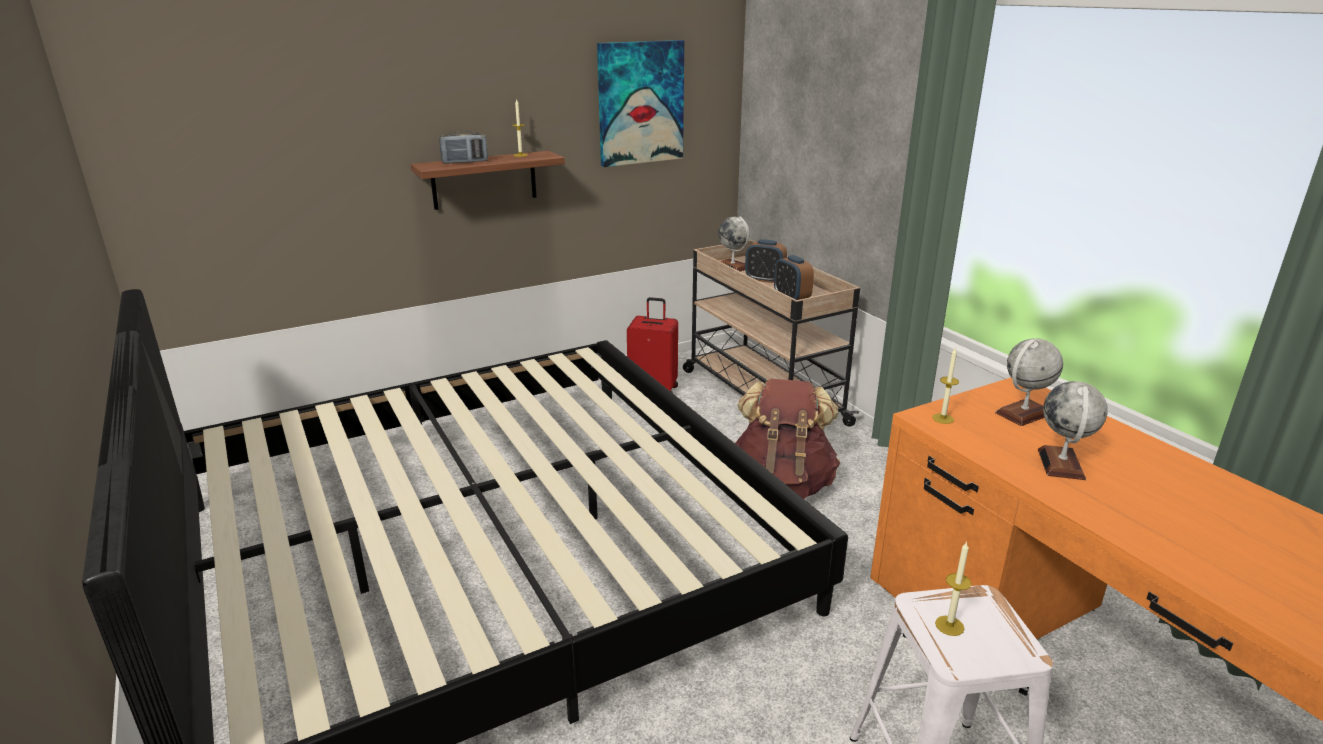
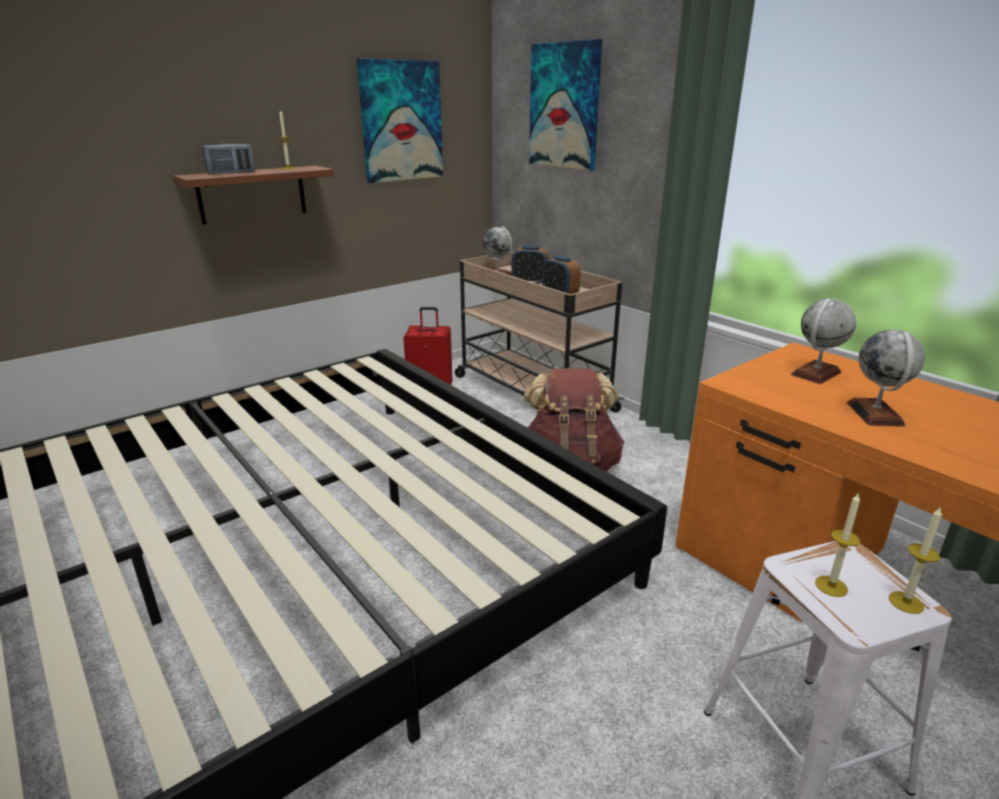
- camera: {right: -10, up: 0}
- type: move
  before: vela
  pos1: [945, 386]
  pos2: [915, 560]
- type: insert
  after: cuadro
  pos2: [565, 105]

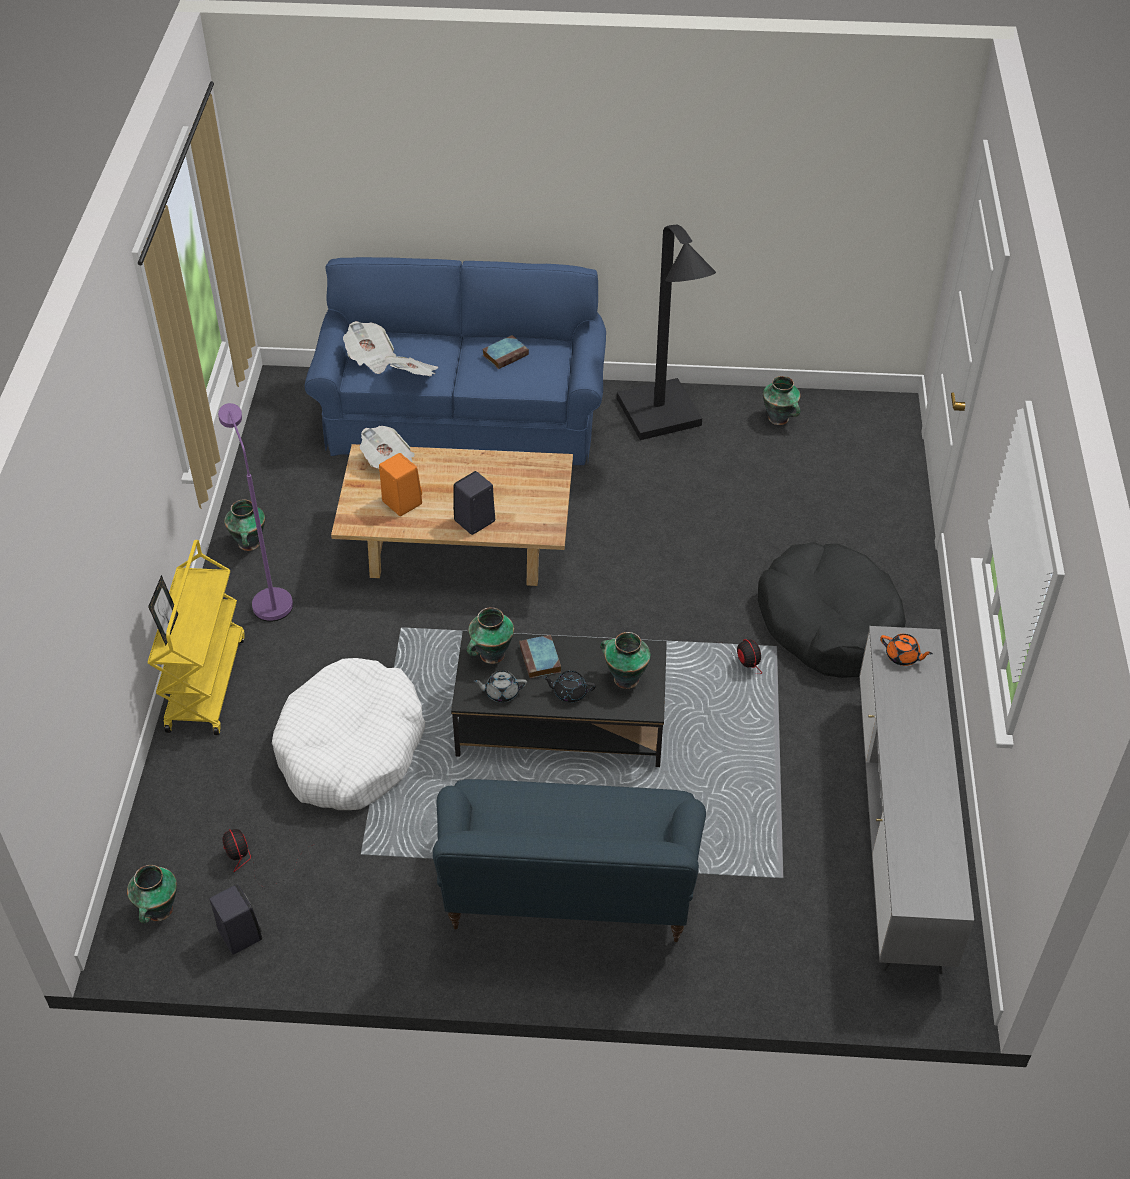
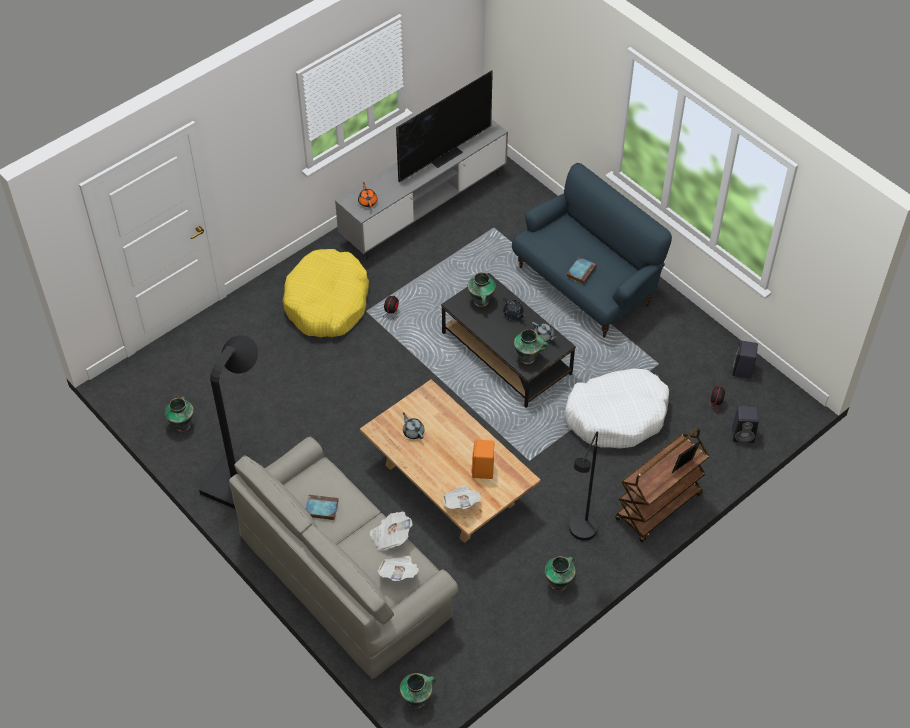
- camera: {right: -135, up: 5}
- type: recolor
  before: sofá/azul
  after: sofá/gris
  pos1: [455, 361]
  pos2: [344, 558]
- type: recolor
  before: lámpara de pie/morado
  after: lámpara de pie/negro
  pos1: [255, 512]
  pos2: [583, 486]
- type: move
  before: altavoz/negro
  pos1: [474, 503]
  pos2: [745, 424]
- type: recolor
  before: carrito/amarillo
  after: carrito/marrón
  pos1: [196, 637]
  pos2: [662, 485]
- type: recolor
  before: cama para perro/negro
  after: cama para perro/amarillo
  pos1: [832, 610]
  pos2: [326, 293]
- type: move
  before: libro
  pos1: [540, 656]
  pos2: [581, 271]
- type: move
  before: florero
  pos1: [152, 894]
  pos2: [418, 690]
- type: insert
  after: televisor
  pos2: [444, 126]
- type: insert
  after: tetera/gris
  pos2: [413, 425]

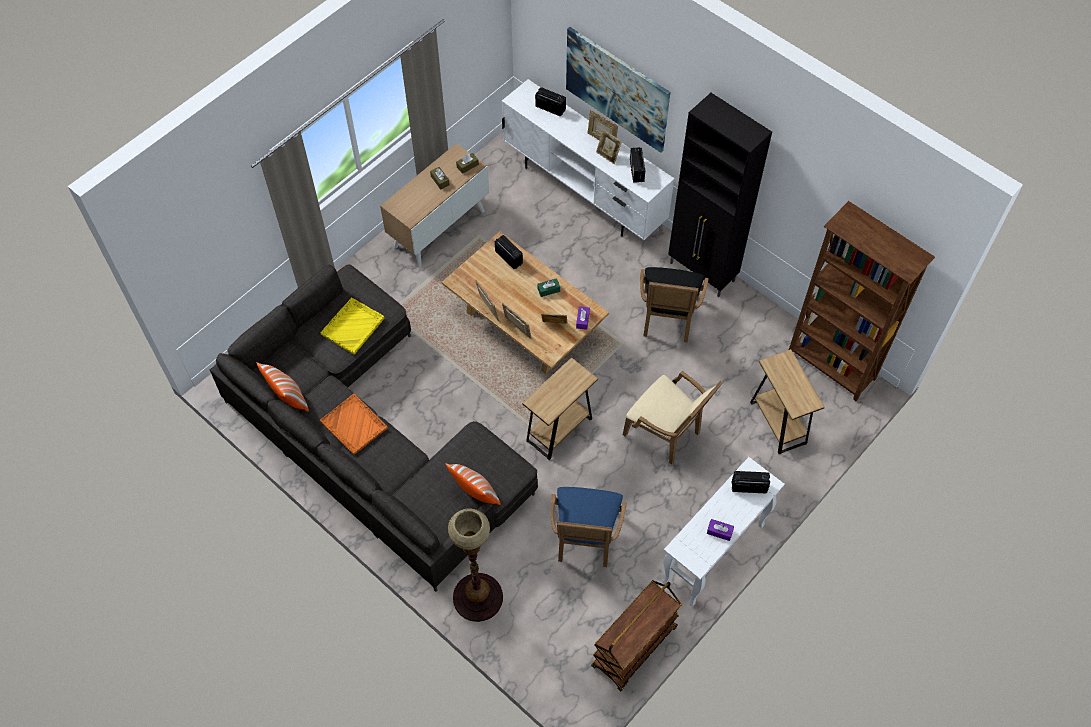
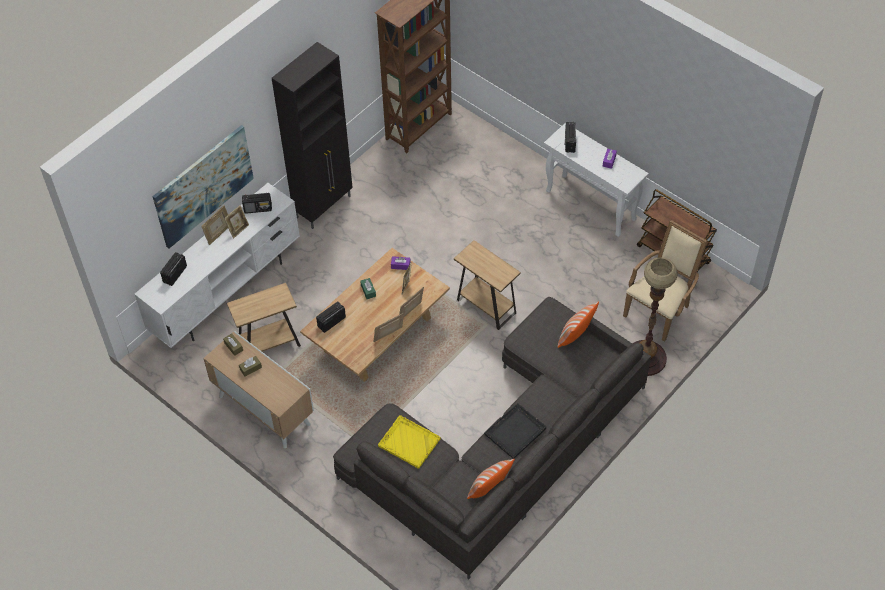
- camera: {right: -90, up: -5}
- type: delete
  before: sillón/negro
  pos1: [674, 304]
- type: move
  before: mesa auxiliar/marrón
  pos1: [787, 401]
  pos2: [264, 317]
- type: move
  before: sillón/beis
  pos1: [673, 418]
  pos2: [665, 281]
- type: recolor
  before: bandeja/naranja
  after: bandeja/negro
  pos1: [354, 424]
  pos2: [515, 431]
- type: delete
  before: sillón/azul
  pos1: [588, 527]

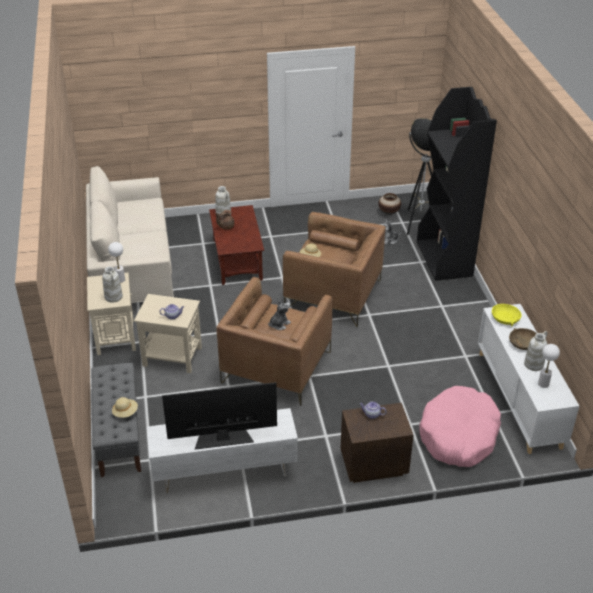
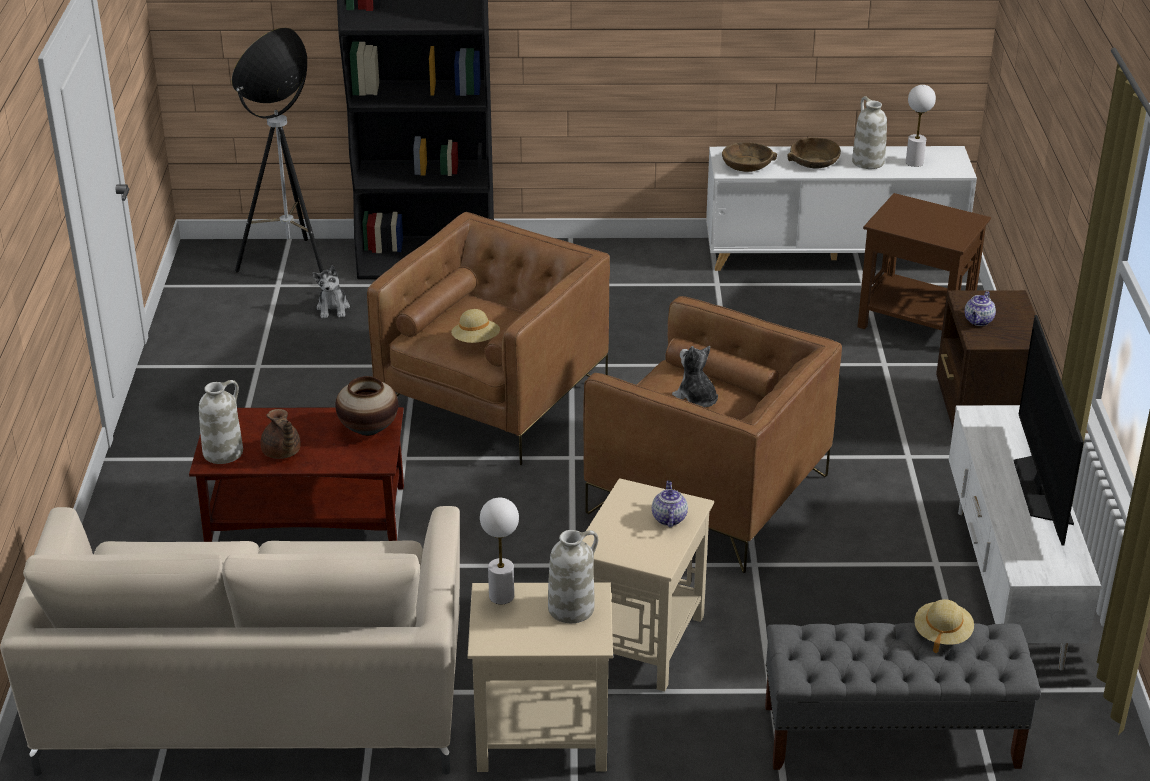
- camera: {right: -80, up: -5}
- type: move
  before: florero
  pos1: [389, 204]
  pos2: [366, 406]
- type: recolor
  before: cuenco/amarillo
  after: cuenco/marrón
  pos1: [506, 315]
  pos2: [749, 157]
- type: replace
  before: cama para perro/rosa
  after: mesa auxiliar/marrón
  pos1: [460, 426]
  pos2: [924, 261]

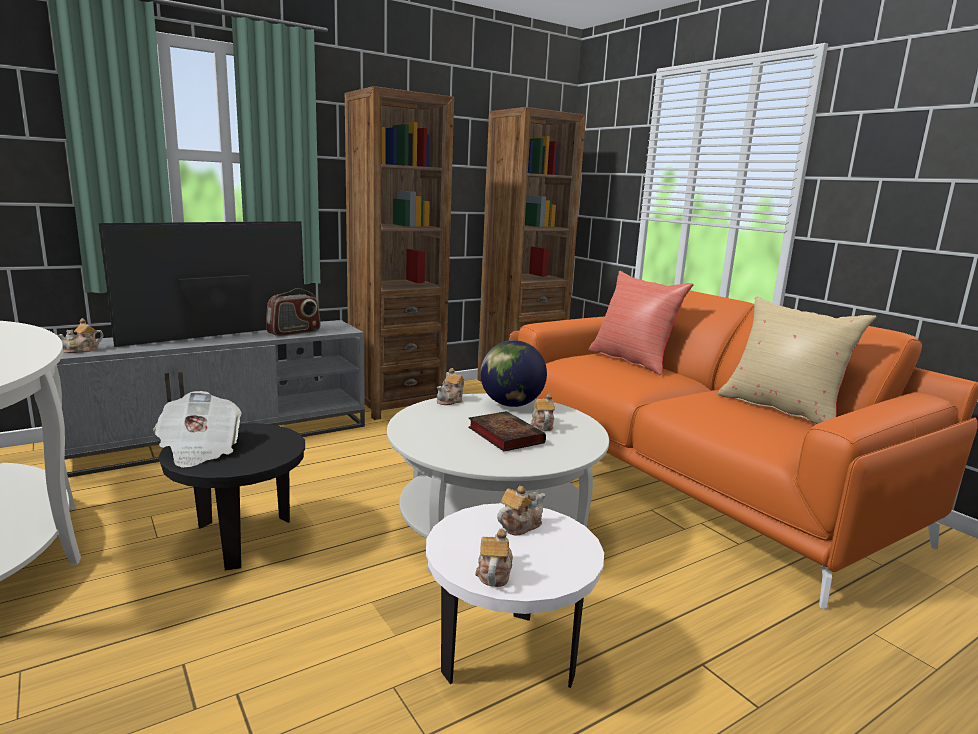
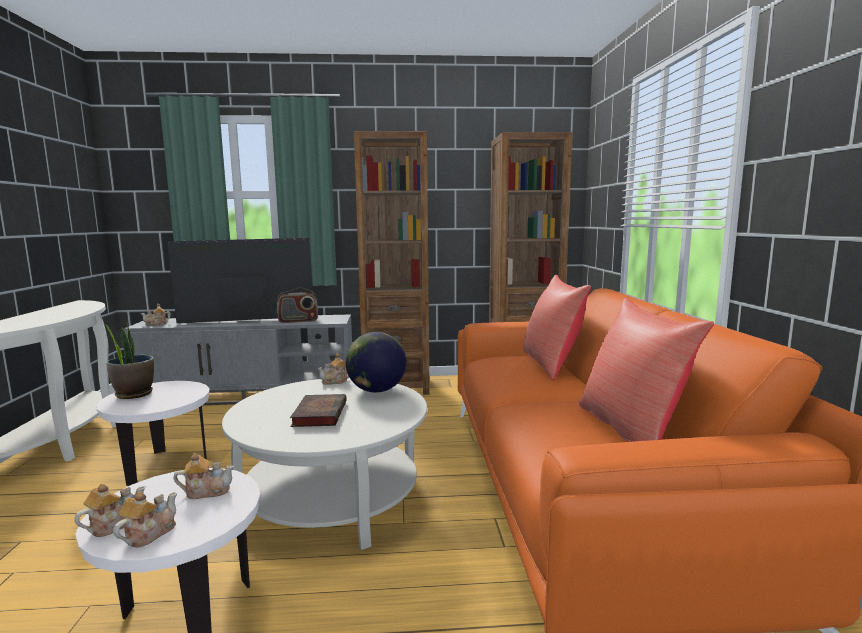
- camera: {right: 30, up: -5}
- type: recolor
  before: cojín/beis
  after: cojín/rojo
  pos1: [797, 360]
  pos2: [646, 370]
- type: replace
  before: periódico
  after: planta en maceta
  pos1: [197, 429]
  pos2: [128, 360]
- type: move
  before: tetera
  pos1: [543, 412]
  pos2: [145, 519]
- type: recolor
  before: mesa auxiliar/negro
  after: mesa auxiliar/blanco
  pos1: [231, 497]
  pos2: [153, 433]

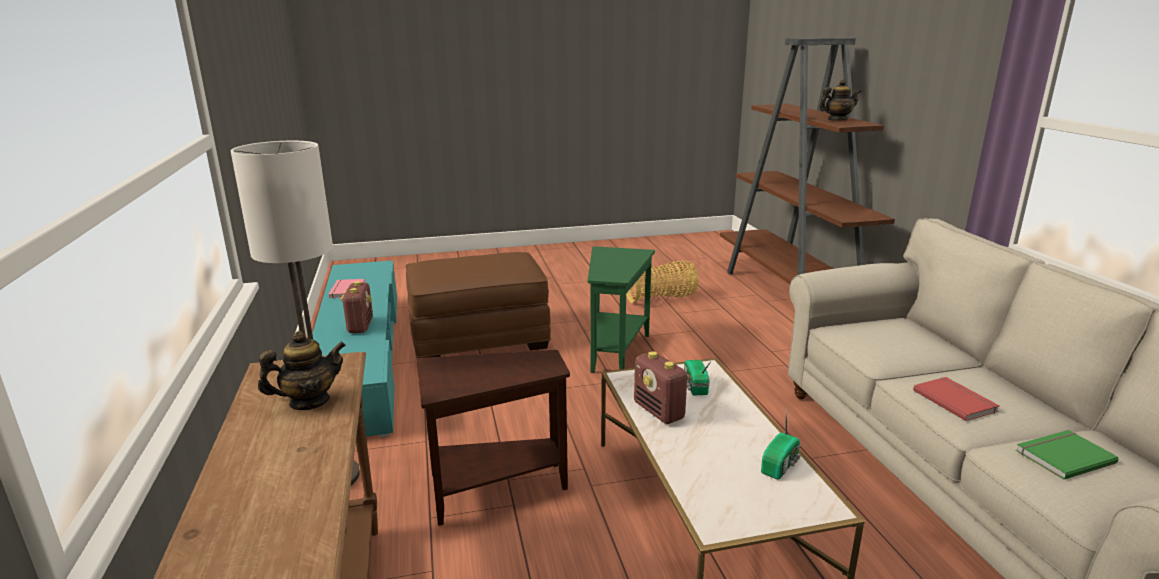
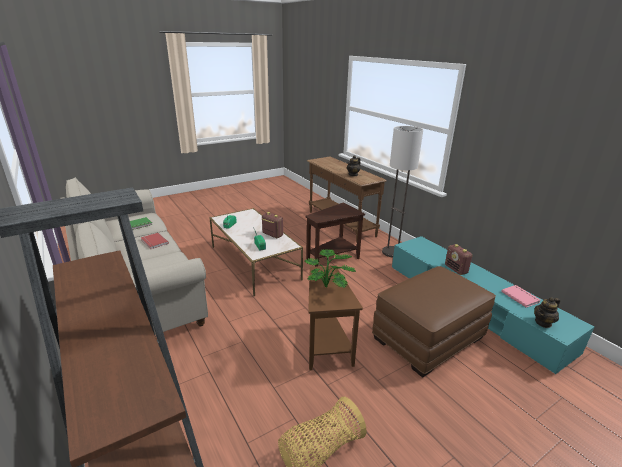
- camera: {right: 160, up: 5}
- type: move
  before: tetera
  pos1: [840, 99]
  pos2: [547, 312]
- type: recolor
  before: mesa auxiliar/verde
  after: mesa auxiliar/marrón
  pos1: [621, 309]
  pos2: [335, 318]
- type: insert
  after: planta en maceta
  pos2: [331, 268]

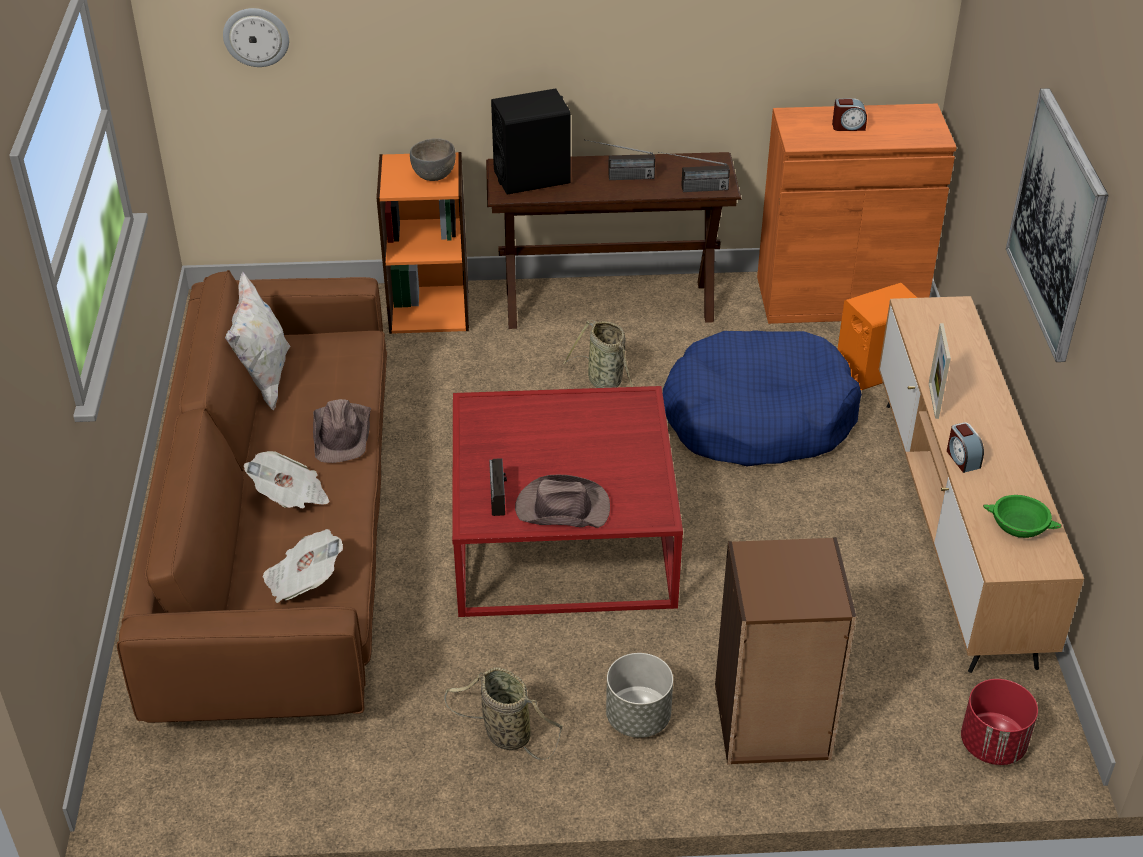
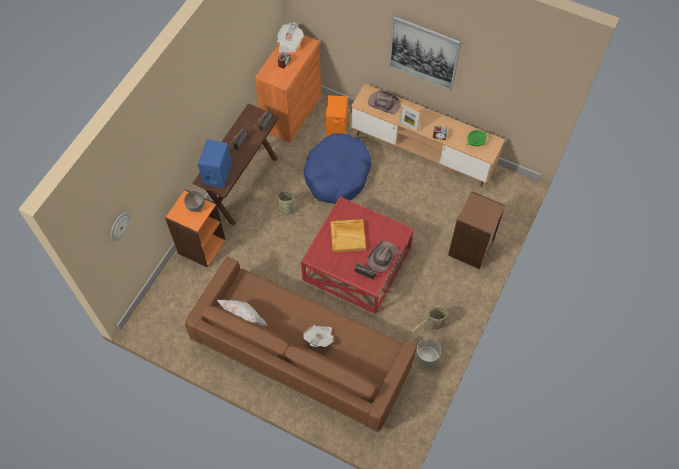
- camera: {right: -60, up: 20}
- type: recolor
  before: altavoz/negro
  after: altavoz/azul
  pos1: [531, 141]
  pos2: [215, 163]
- type: move
  before: sombrero/marrón
  pos1: [342, 431]
  pos2: [384, 102]
- type: move
  before: periódico
  pos1: [303, 566]
  pos2: [290, 37]
- type: move
  before: maceta/gris
  pos1: [639, 695]
  pos2: [428, 353]
- type: delete
  before: maceta/rojo
  pos1: [999, 722]
- type: insert
  after: bandeja/beis
  pos2: [348, 235]

